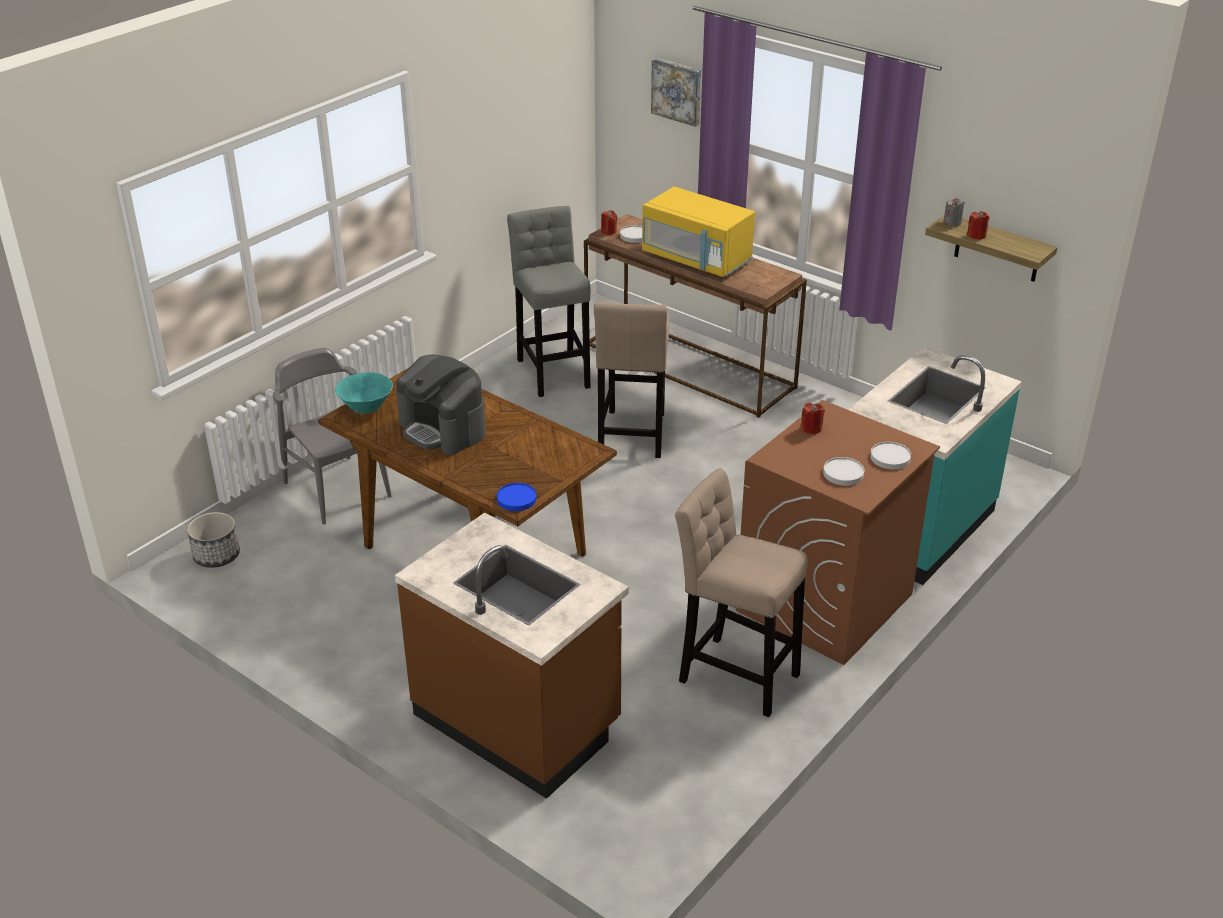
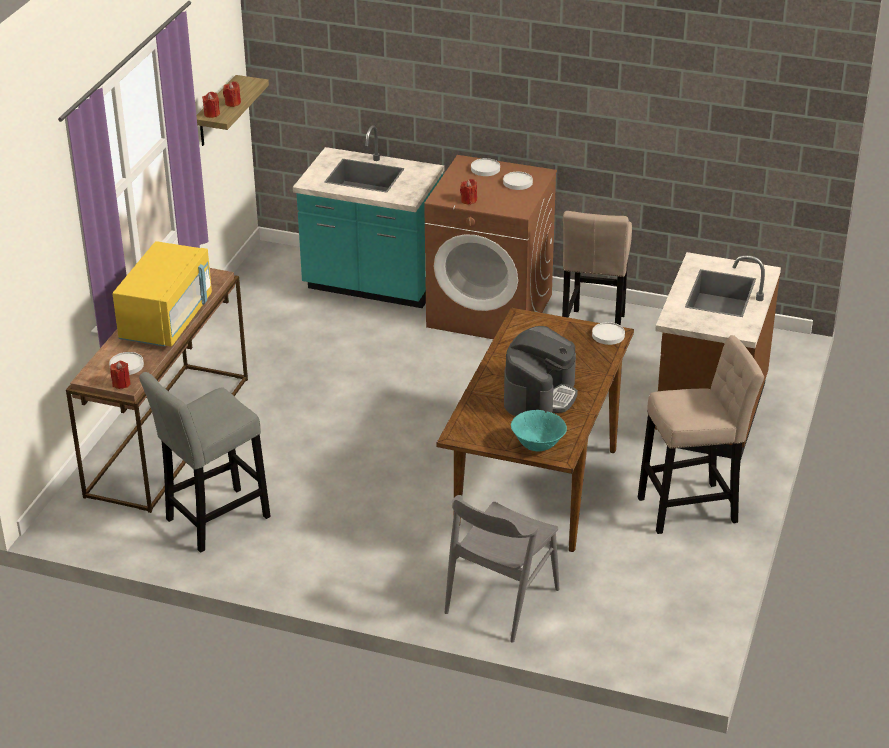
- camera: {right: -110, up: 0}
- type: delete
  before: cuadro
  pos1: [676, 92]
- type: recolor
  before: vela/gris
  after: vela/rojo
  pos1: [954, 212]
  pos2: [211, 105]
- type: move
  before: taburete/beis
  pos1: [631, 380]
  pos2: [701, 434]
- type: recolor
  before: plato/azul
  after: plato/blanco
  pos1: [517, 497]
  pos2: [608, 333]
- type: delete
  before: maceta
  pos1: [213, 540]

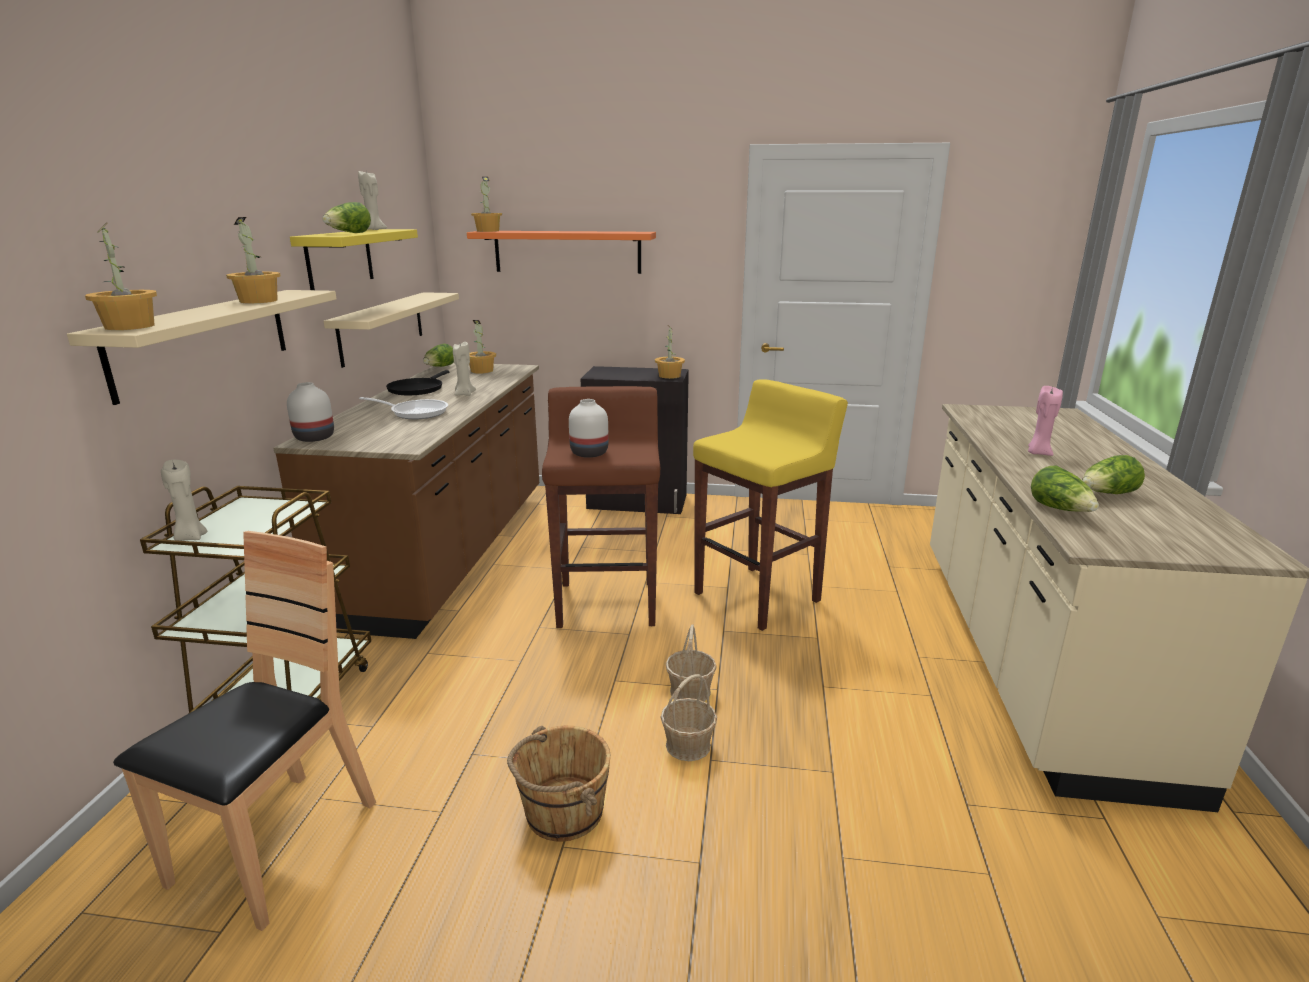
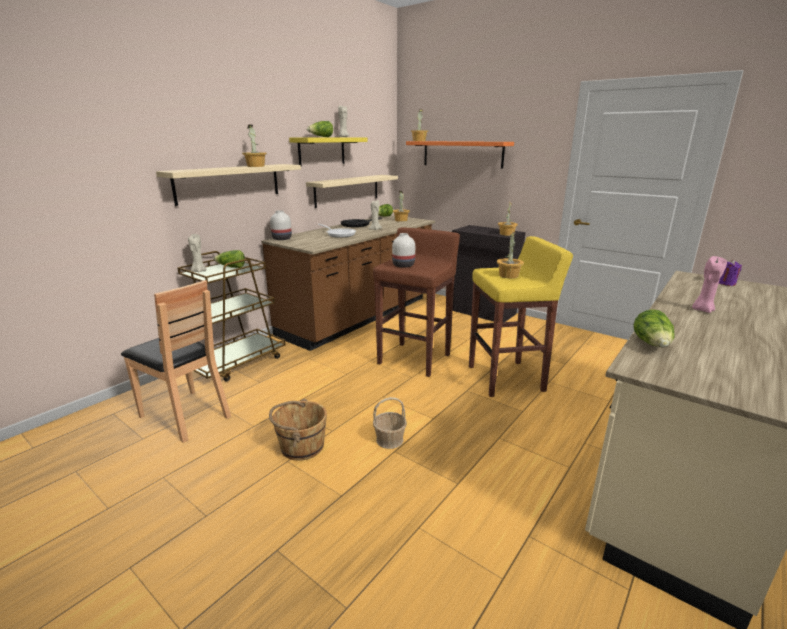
- camera: {right: 30, up: 0}
- type: move
  before: planta en maceta
  pos1: [121, 276]
  pos2: [510, 255]
- type: move
  before: lechuga
  pos1: [1113, 474]
  pos2: [229, 259]
- type: rotate
  before: silla/marrón
  pos1: [244, 731]
  pos2: [176, 361]
  turn: 75
- type: delete
  before: cesta
  pos1: [691, 662]
- type: insert
  after: vela/morado
  pos2: [730, 272]

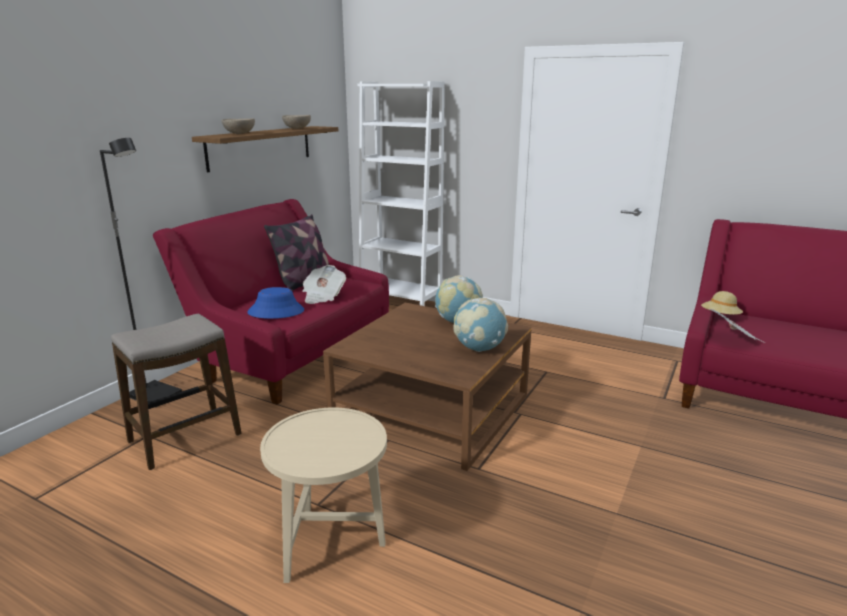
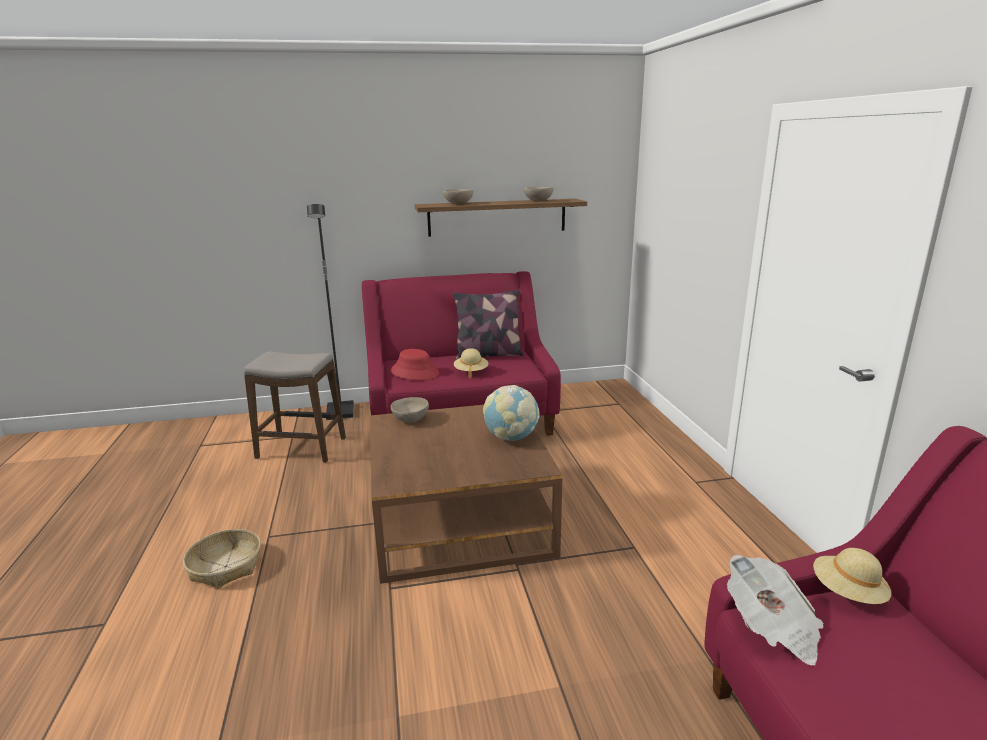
- camera: {right: 50, up: 0}
- type: delete
  before: estantería/blanco
  pos1: [401, 193]
- type: replace
  before: periódico
  after: sombrero/beis
  pos1: [324, 284]
  pos2: [471, 363]
- type: recolor
  before: sombrero/azul
  after: sombrero/rojo
  pos1: [275, 303]
  pos2: [414, 364]
- type: delete
  before: globo terráqueo
  pos1: [480, 325]
- type: replace
  before: mesa auxiliar/beis
  after: cesta
  pos1: [323, 495]
  pos2: [222, 559]
- type: insert
  after: cuenco/beis
  pos2: [410, 410]

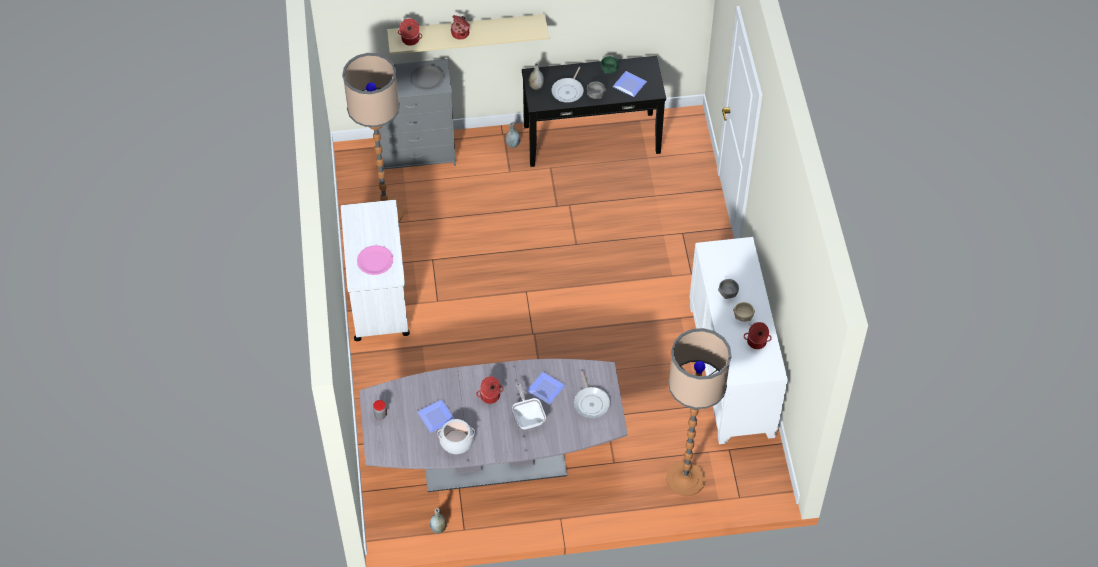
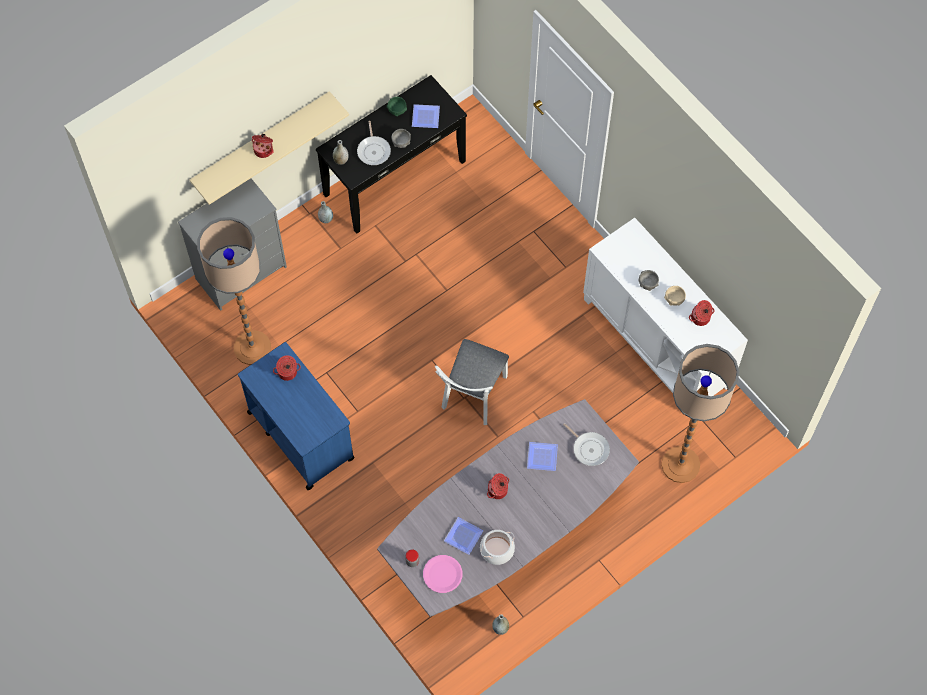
- camera: {right: -30, up: 10}
- type: move
  before: olla
  pos1: [410, 32]
  pos2: [287, 368]
- type: delete
  before: plato/gris
  pos1: [427, 77]
- type: recolor
  before: carrito/blanco
  after: carrito/azul
  pos1: [375, 270]
  pos2: [296, 416]
- type: move
  before: plato/rosa
  pos1: [375, 260]
  pos2: [442, 574]
- type: delete
  before: sartén
  pos1: [529, 406]
- type: insert
  after: silla/blanco
  pos2: [472, 382]

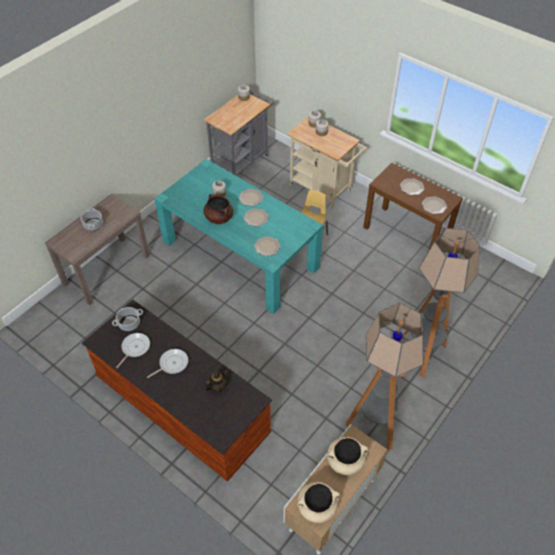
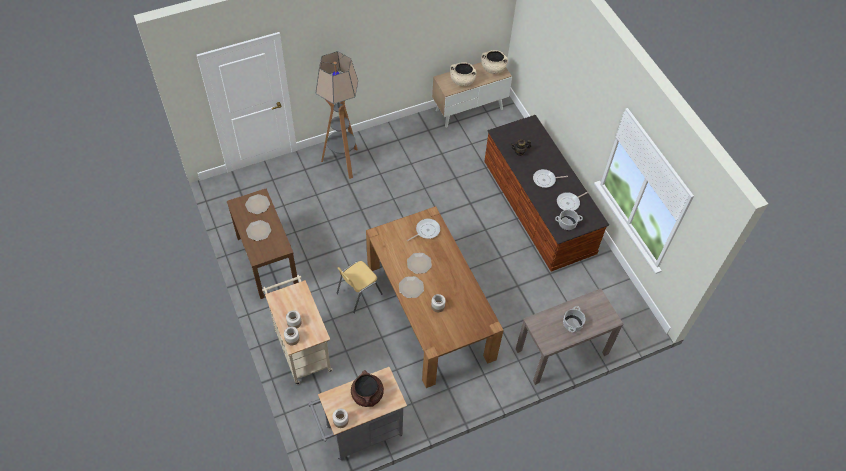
- camera: {right: -155, up: 5}
- type: recolor
  before: mesa de comedor/turquesa
  after: mesa de comedor/marrón
  pos1: [239, 236]
  pos2: [435, 297]
- type: move
  before: olla/marrón
  pos1: [218, 209]
  pos2: [367, 388]
- type: replace
  before: plato
  after: sartén
  pos1: [267, 246]
  pos2: [423, 230]
- type: delete
  before: lámpara de pie
  pos1: [385, 377]

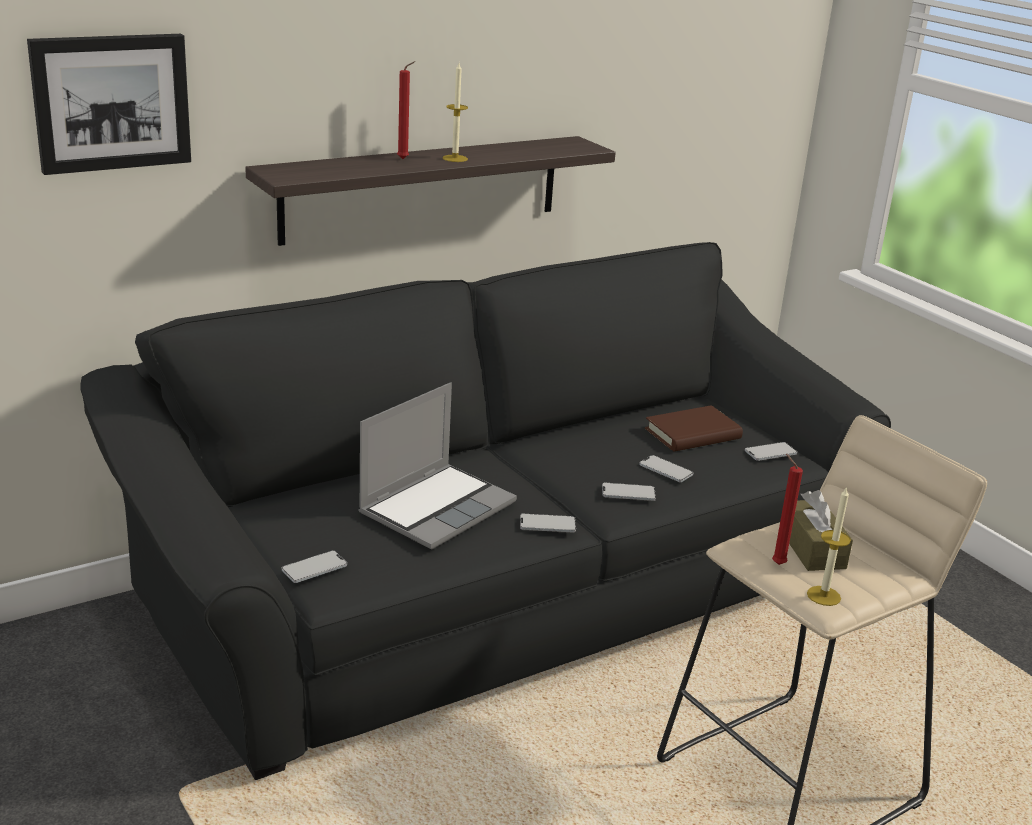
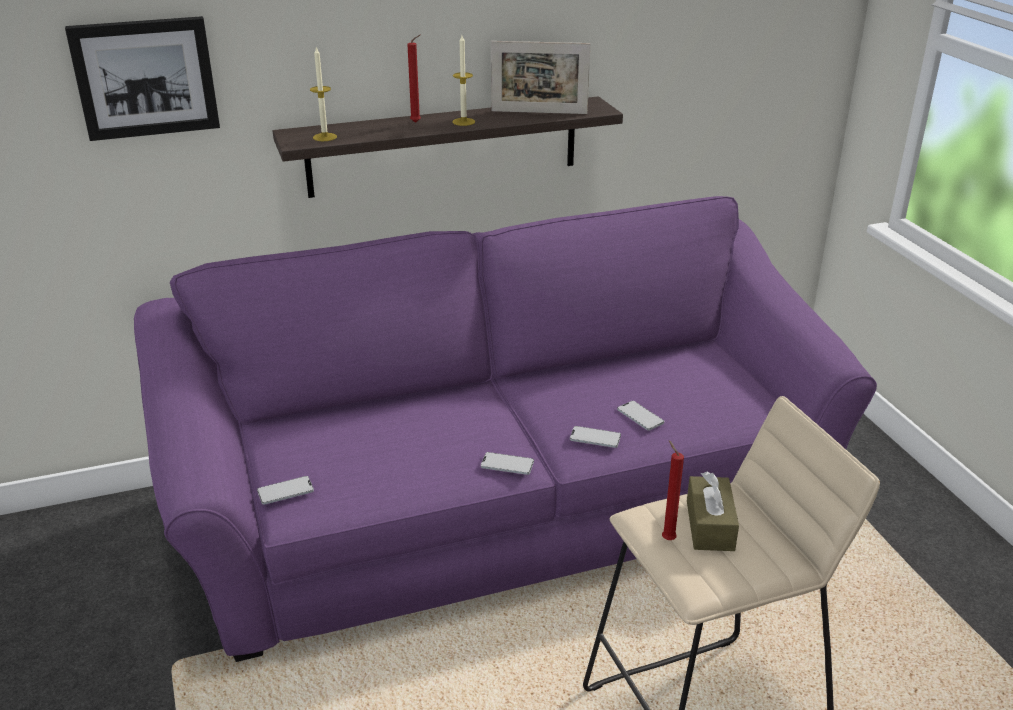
- camera: {right: 15, up: 5}
- type: recolor
  before: sofá/negro
  after: sofá/morado
  pos1: [485, 511]
  pos2: [505, 429]
- type: delete
  before: portátil
  pos1: [438, 466]
- type: delete
  before: libro/marrón
  pos1: [694, 428]
- type: delete
  before: móvil
  pos1: [771, 451]
- type: move
  before: vela
  pos1: [829, 546]
  pos2: [323, 93]
- type: insert
  after: portarretratos
  pos2: [540, 77]

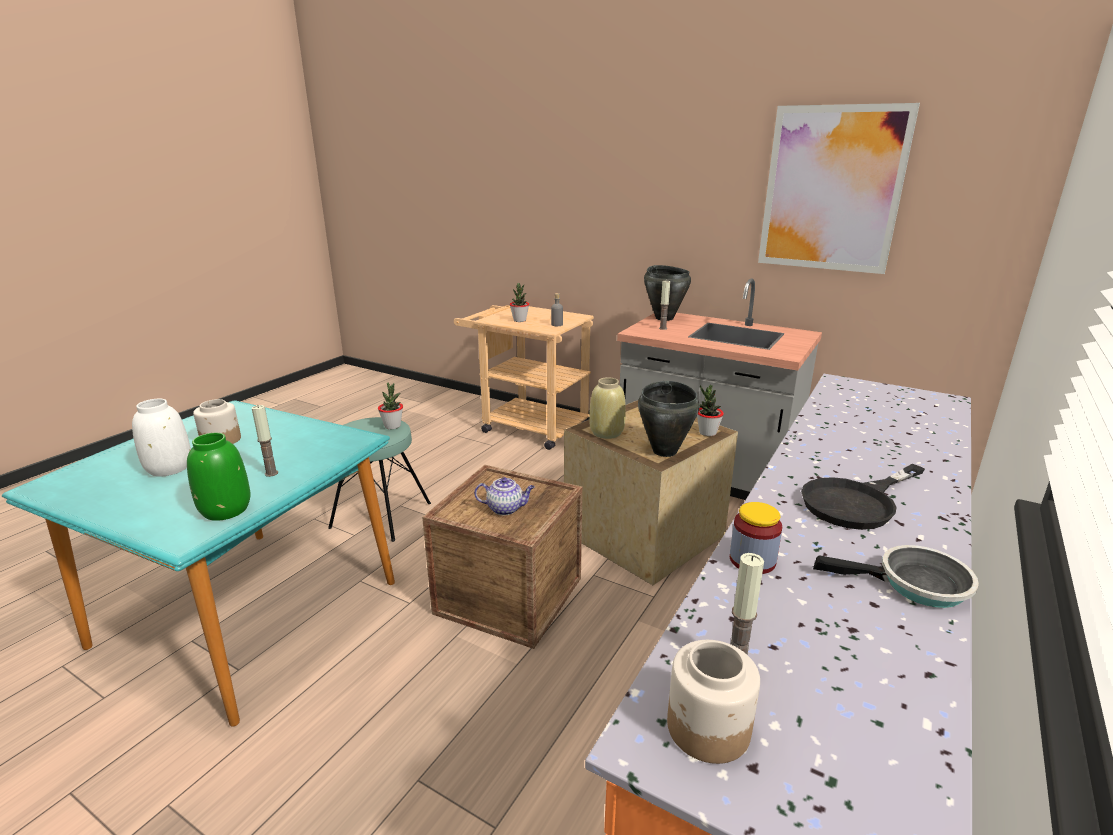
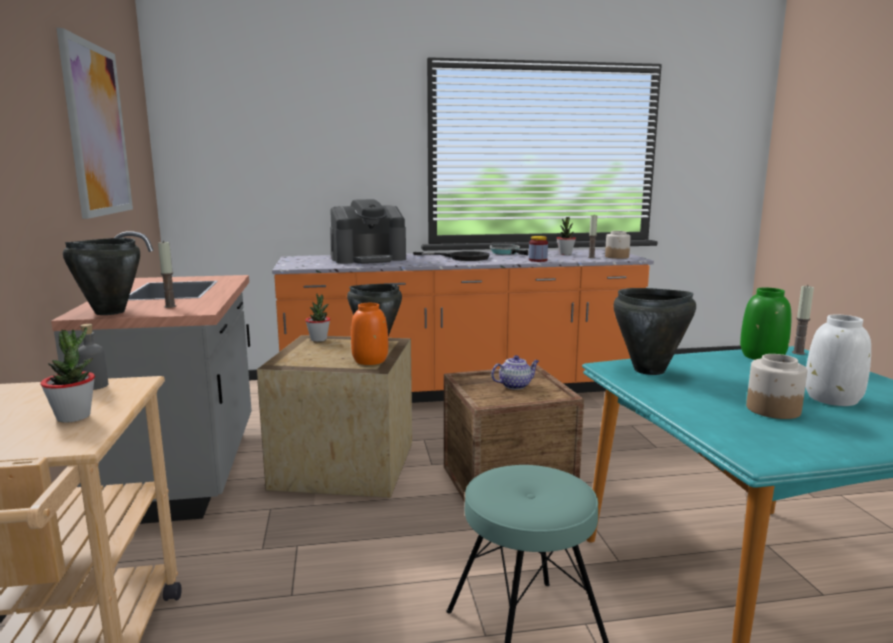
- camera: {right: -130, up: -10}
- type: recolor
  before: florero/beis
  after: florero/naranja
  pos1: [607, 408]
  pos2: [369, 334]
- type: move
  before: planta en maceta
  pos1: [390, 405]
  pos2: [566, 236]
- type: move
  before: vela
  pos1: [265, 441]
  pos2: [803, 320]
- type: rotate
  before: tetera
  pos1: [504, 496]
  pos2: [515, 372]
  turn: 105
- type: insert
  after: cafetera
  pos2: [368, 231]
- type: insert
  after: olla/negro
  pos2: [654, 331]

